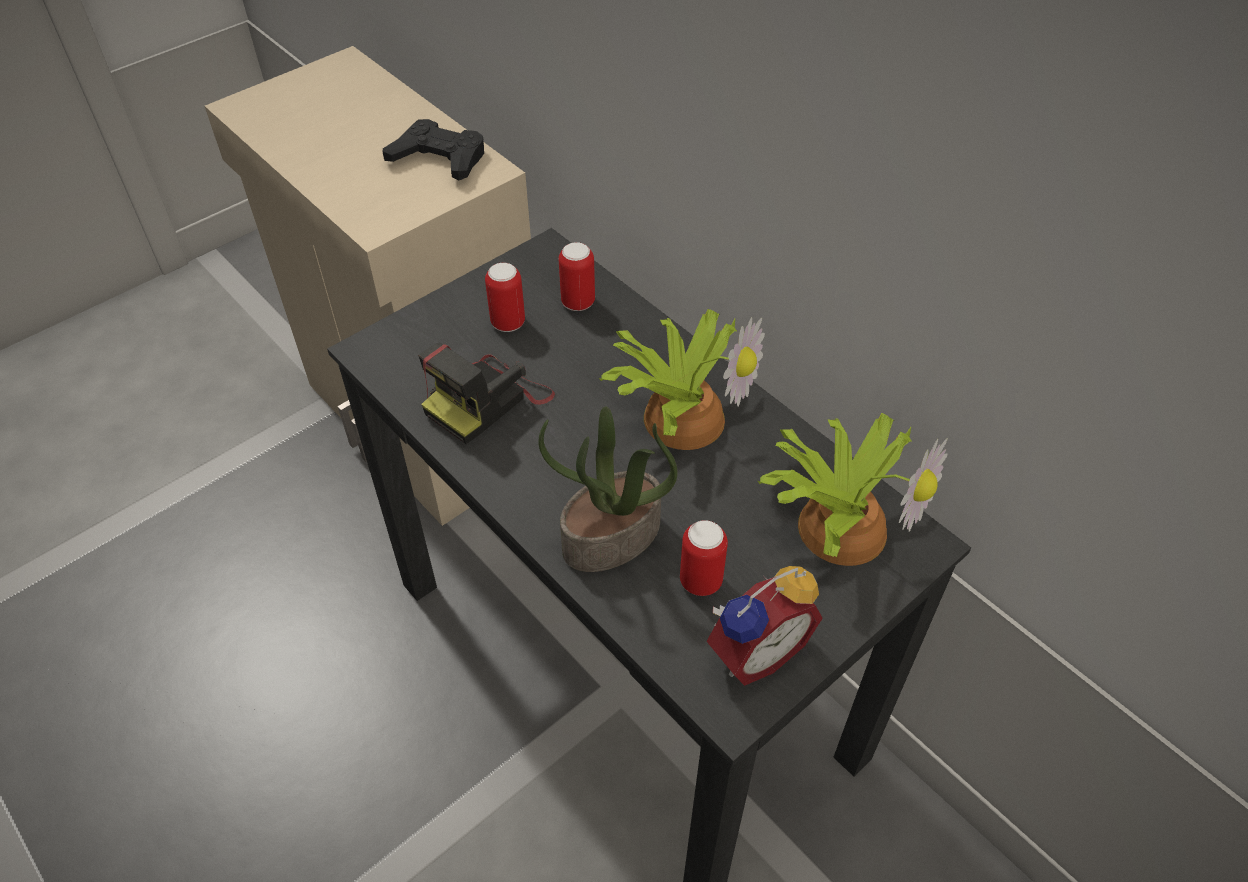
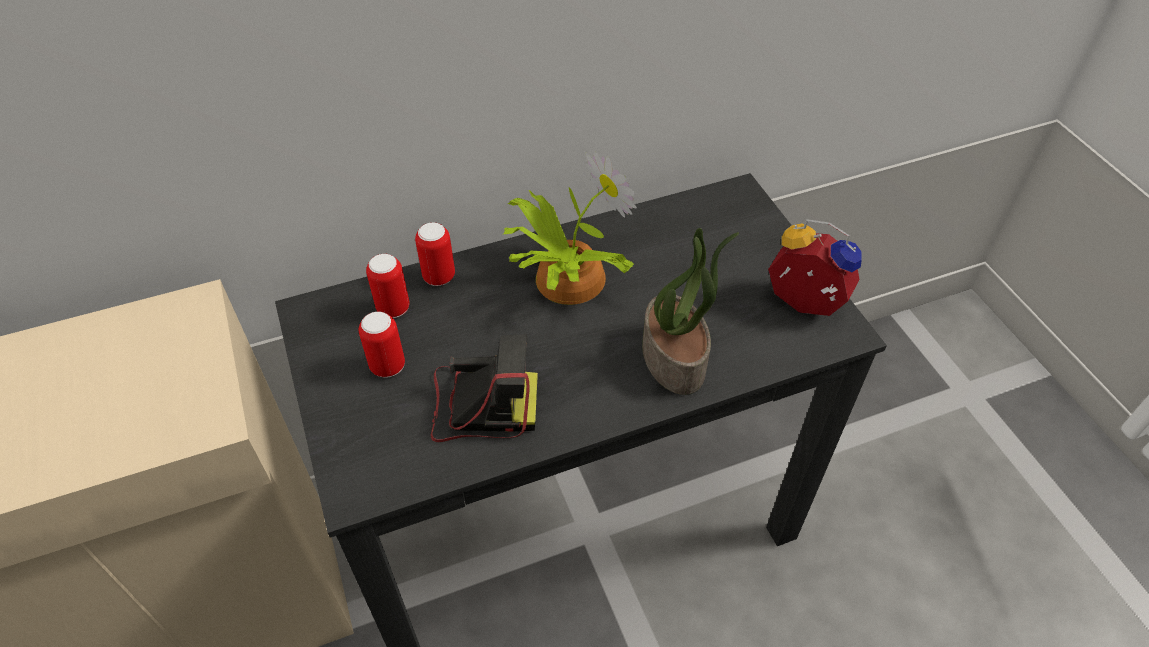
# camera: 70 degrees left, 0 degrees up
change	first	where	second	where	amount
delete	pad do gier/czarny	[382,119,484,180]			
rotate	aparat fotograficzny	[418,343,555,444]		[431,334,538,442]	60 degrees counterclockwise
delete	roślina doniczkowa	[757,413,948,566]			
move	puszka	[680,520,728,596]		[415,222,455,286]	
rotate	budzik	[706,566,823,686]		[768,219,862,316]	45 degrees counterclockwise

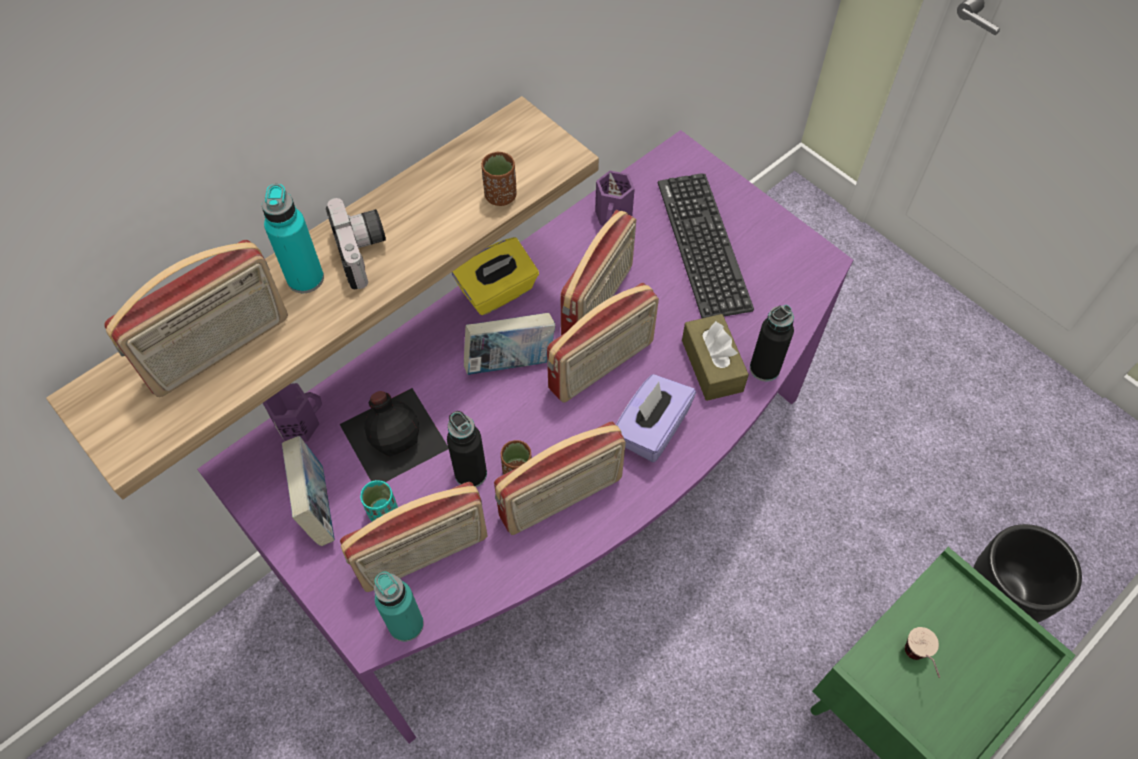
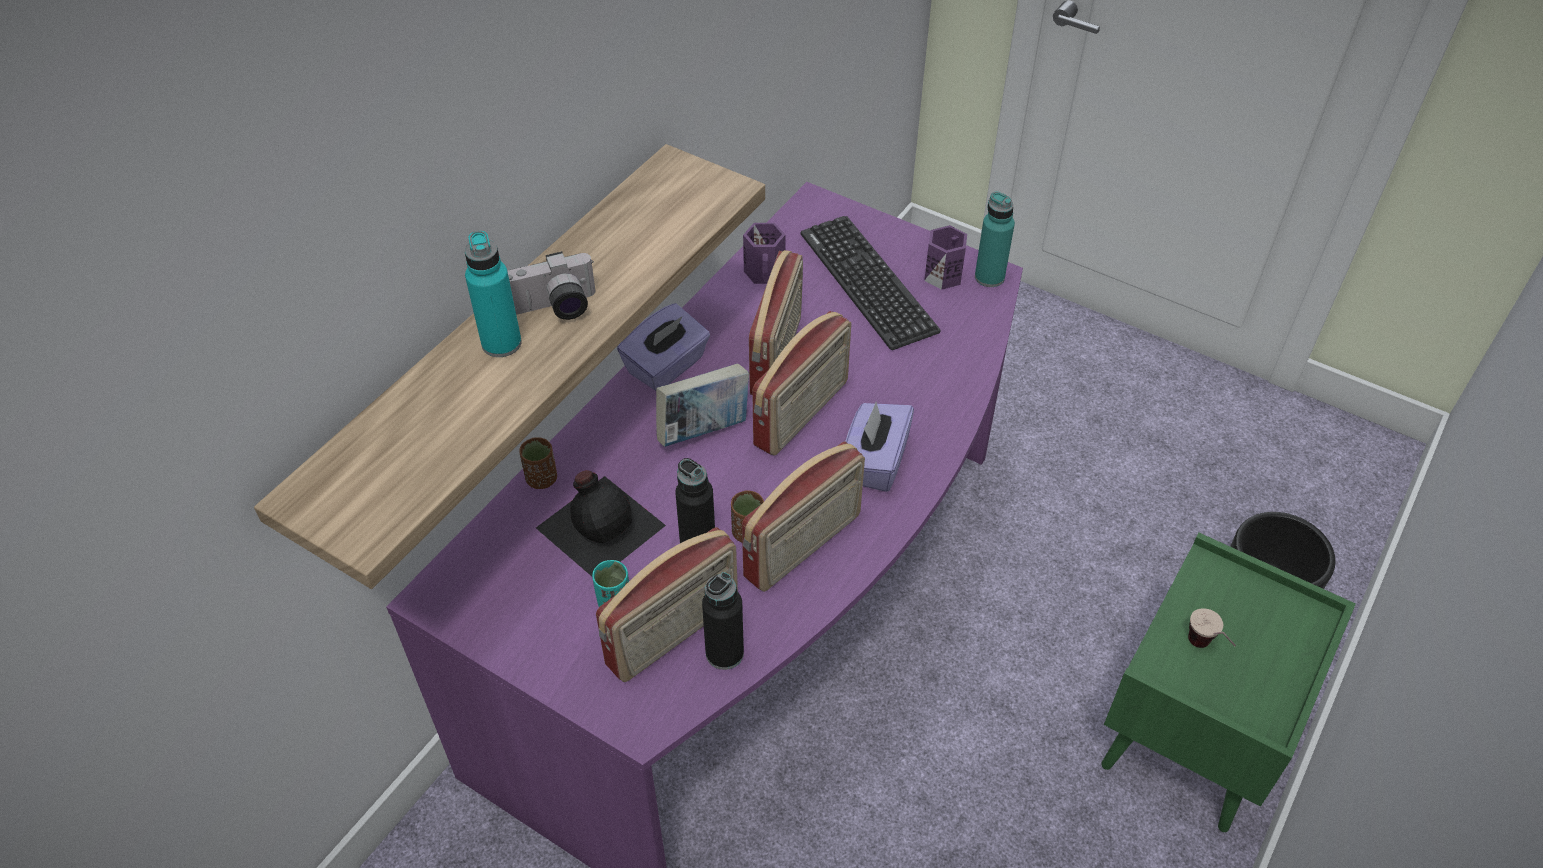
# camera: 15 degrees left, 10 degrees down
change	first	where	second	where	amount
move	filiżanka/brązowy	[481,152,517,206]		[519,437,557,489]	
rotate	aparat fotograficzny	[326,198,386,289]		[507,251,596,320]	105 degrees clockwise
recolor	pudełko chusteczek/żółty	[452,237,539,315]	pudełko chusteczek/fioletowy	[617,303,710,391]	
delete	radio	[104,240,288,397]			
move	butelka/czarny	[750,305,794,382]		[702,572,744,670]	
delete	pudełko chusteczek/brązowy	[682,314,749,401]			
move	kubek/fioletowy	[263,383,322,442]		[924,225,967,290]	
delete	książka	[282,436,335,546]			
move	butelka/turkusowy	[374,571,424,642]		[975,191,1015,287]	

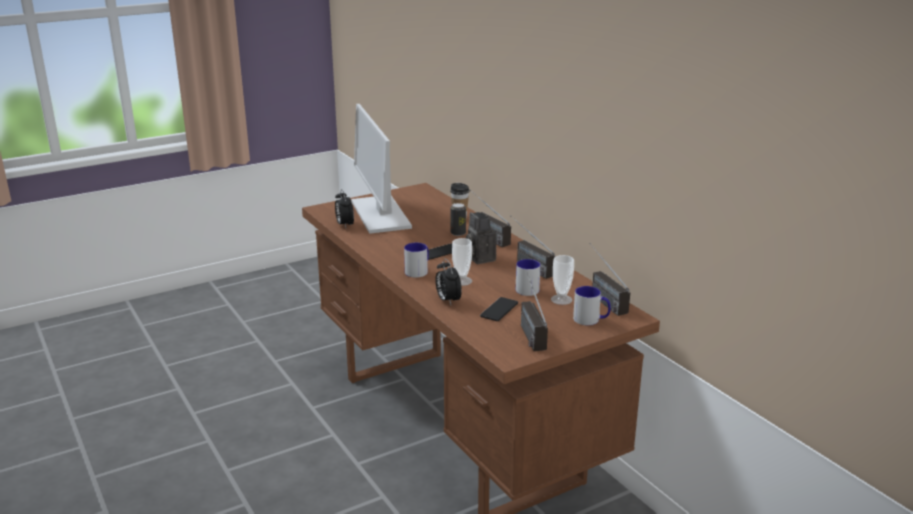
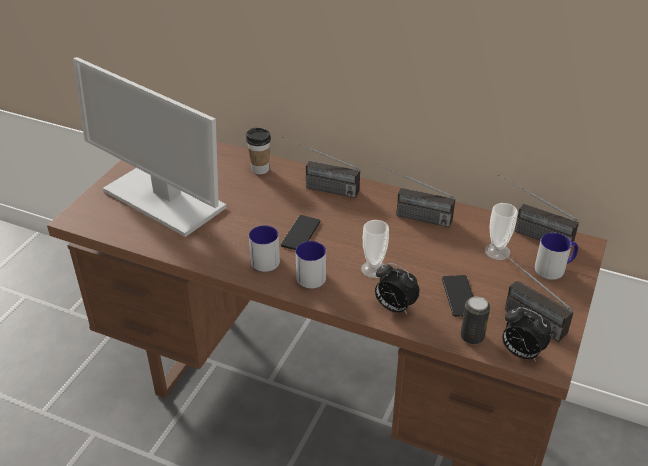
# camera: 35 degrees left, 15 degrees up
change	first	where	second	where	amount
move	budzik	[335,189,354,228]		[502,307,551,361]	
move	puszka	[451,203,466,236]		[461,296,490,344]	
delete	aparat fotograficzny	[466,212,497,264]			
move	kubek	[516,259,540,296]		[249,225,280,272]	

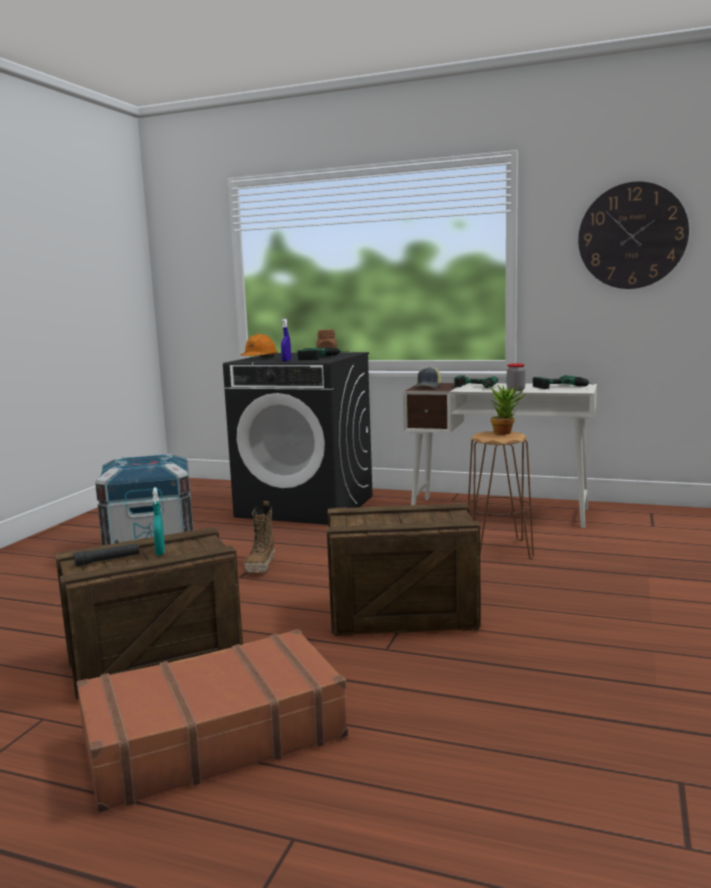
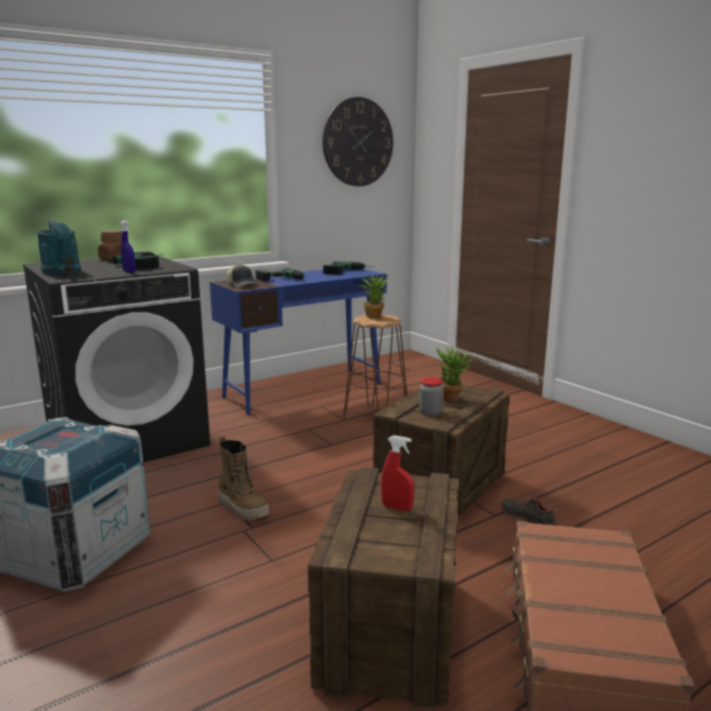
# camera: 55 degrees left, 5 degrees up
change	first	where	second	where	amount
replace	kask/pomarańczowy	[241,334,278,357]	konewka/turkusowy	[36,219,81,274]	
move	słoik	[507,363,525,391]		[419,377,444,416]	
recolor	biurko/biały	[403,383,597,528]	biurko/niebieski	[210,269,387,415]	
recolor	spryskiwacz/turkusowy	[152,487,165,555]	spryskiwacz/czerwony	[381,435,414,511]	
delete	latarka/czarny	[74,543,140,566]			
insert			roślina doniczkowa	[436,345,477,402]	
insert			but/czarny	[501,492,557,525]	

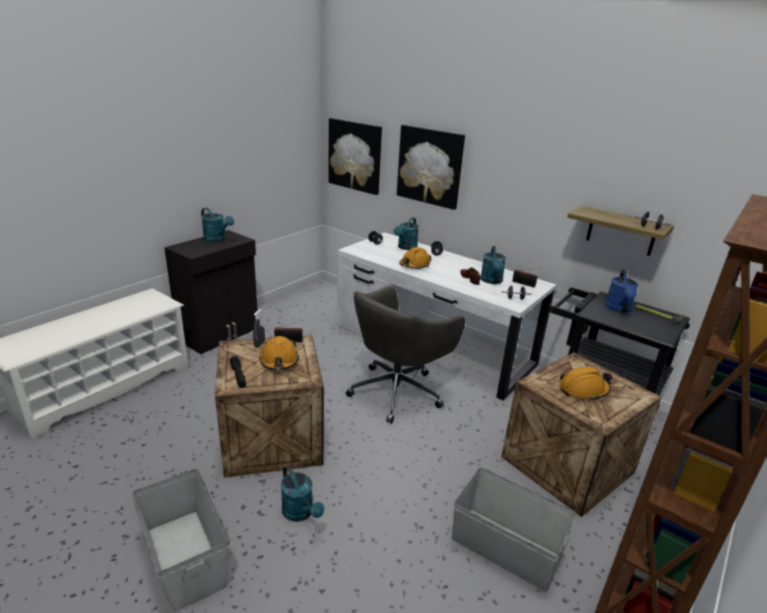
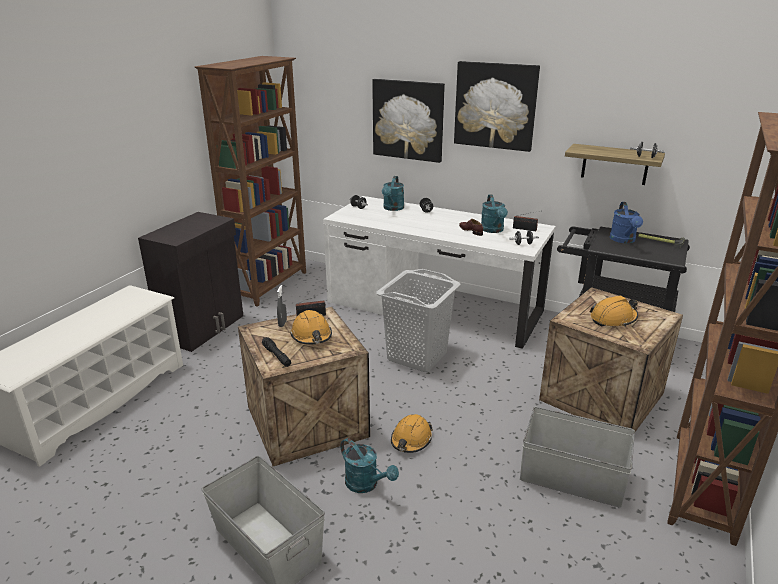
# camera: 10 degrees left, 0 degrees up
change	first	where	second	where	amount
move	obraz	[328,118,382,195]		[454,61,540,152]	
delete	konewka/turkusowy	[201,208,234,243]			
move	kask/pomarańczowy	[399,247,432,269]		[391,414,433,453]	
replace	krzesło biurowe/szary	[346,286,465,424]	kosz na pranie/szary	[376,269,460,372]	
insert			regał/brązowy	[195,56,306,307]	

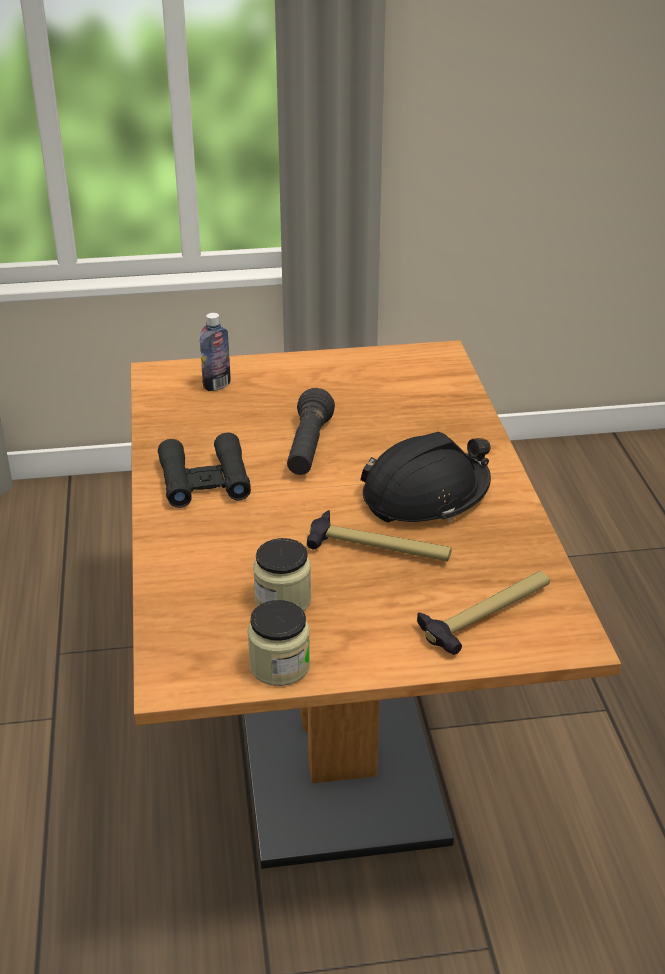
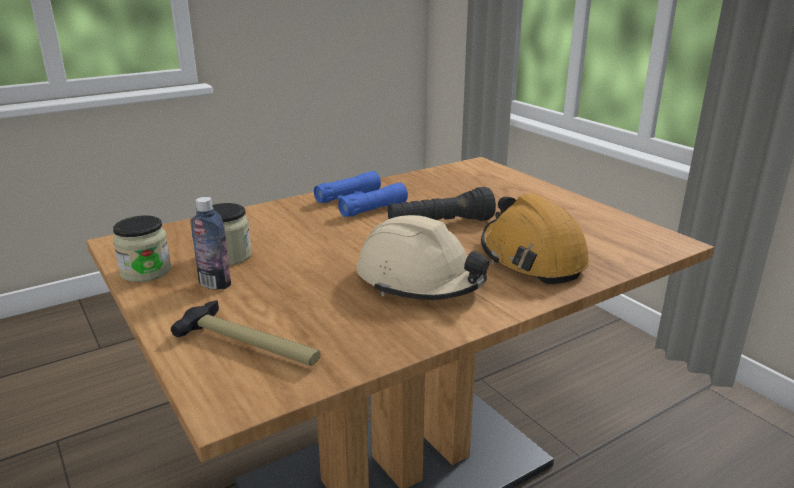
# camera: 65 degrees right, 10 degrees down
change	first	where	second	where	amount
move	butelka	[200,313,231,391]		[190,197,231,289]	
recolor	kask/czarny	[360,432,491,522]	kask/beżowy	[357,215,489,300]	
recolor	lornetka/czarny	[158,433,251,508]	lornetka/niebieski	[314,171,408,217]	
delete	młotek	[307,510,452,561]			
insert			kask/pomarańczowy	[481,193,589,284]	

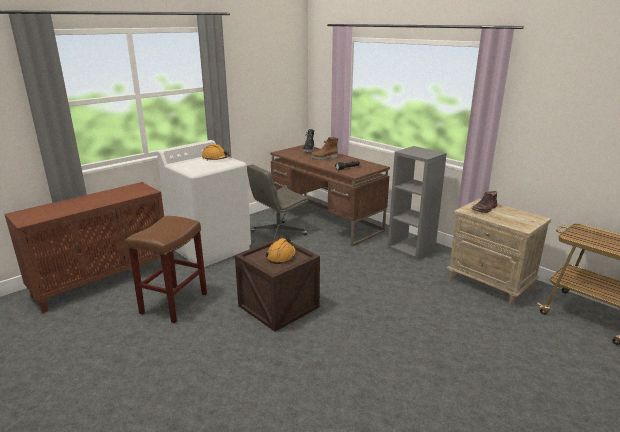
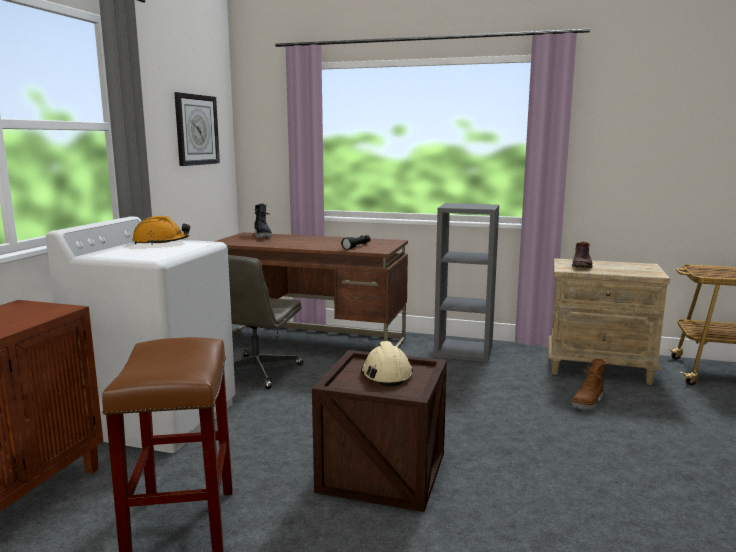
# camera: 30 degrees left, 10 degrees down
change	first	where	second	where	amount
move	but z cholewką/brązowy	[310,137,338,160]		[572,359,605,410]	
recolor	kask/pomarańczowy	[265,238,296,264]	kask/beżowy	[361,341,413,386]	
insert			zegar ścienny	[174,92,220,166]	

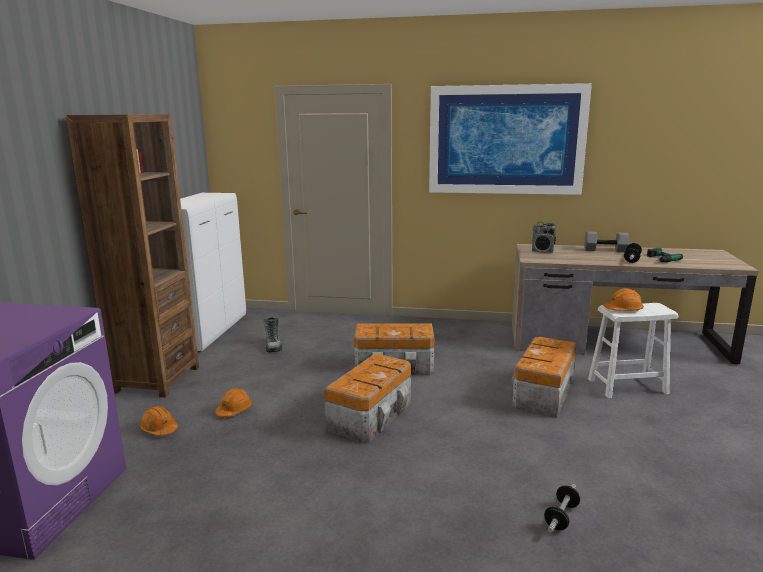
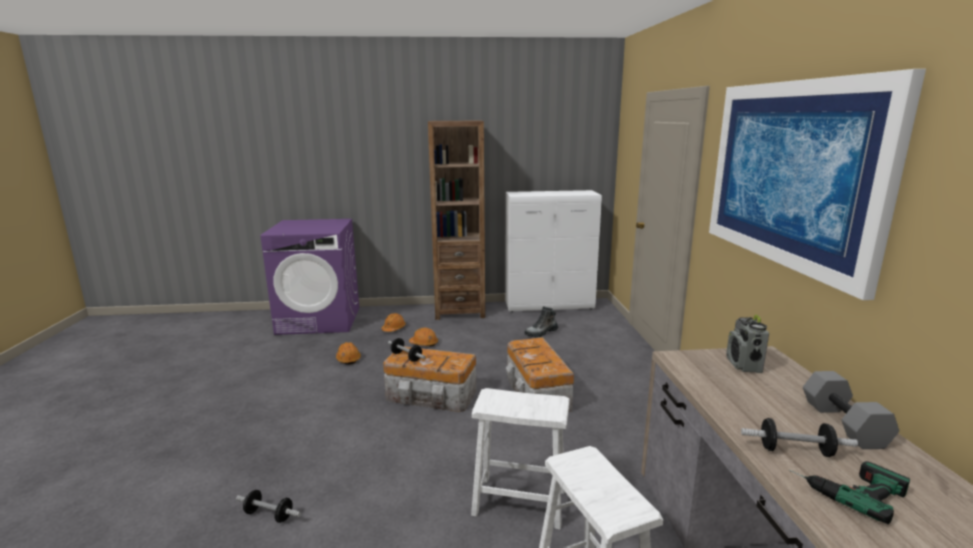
# camera: 75 degrees right, 0 degrees up
change	first	where	second	where	amount
move	kask/pomarańczowy	[604,289,644,311]		[336,342,361,365]	
replace	pojemnik do przechowywania	[511,337,577,418]	stołek/biały	[471,388,570,529]	
insert			hantel	[388,338,426,362]	

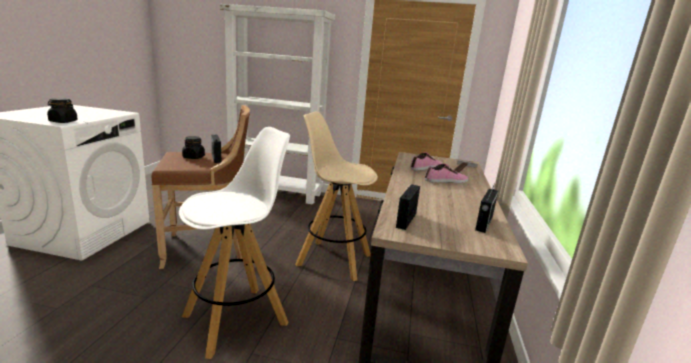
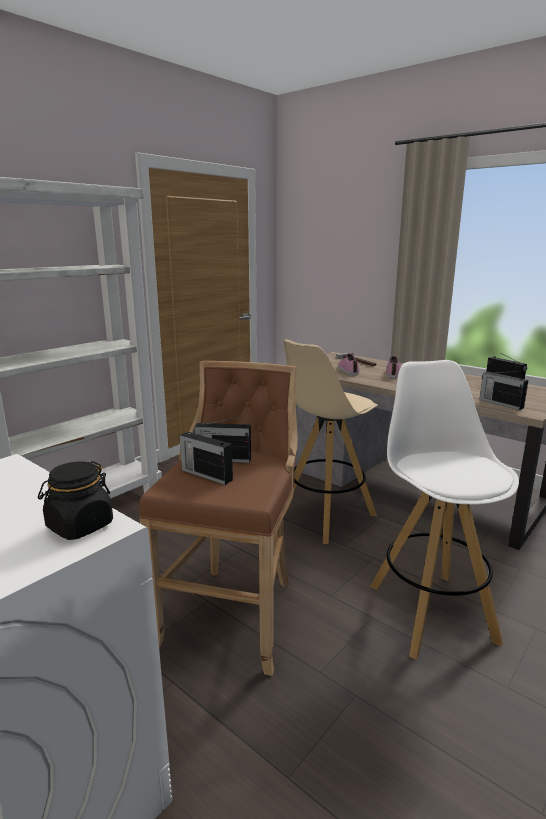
# camera: 60 degrees left, 0 degrees up
change	first	where	second	where	amount
replace	słoik/czarny	[182,136,205,159]	radio	[180,432,233,485]	

